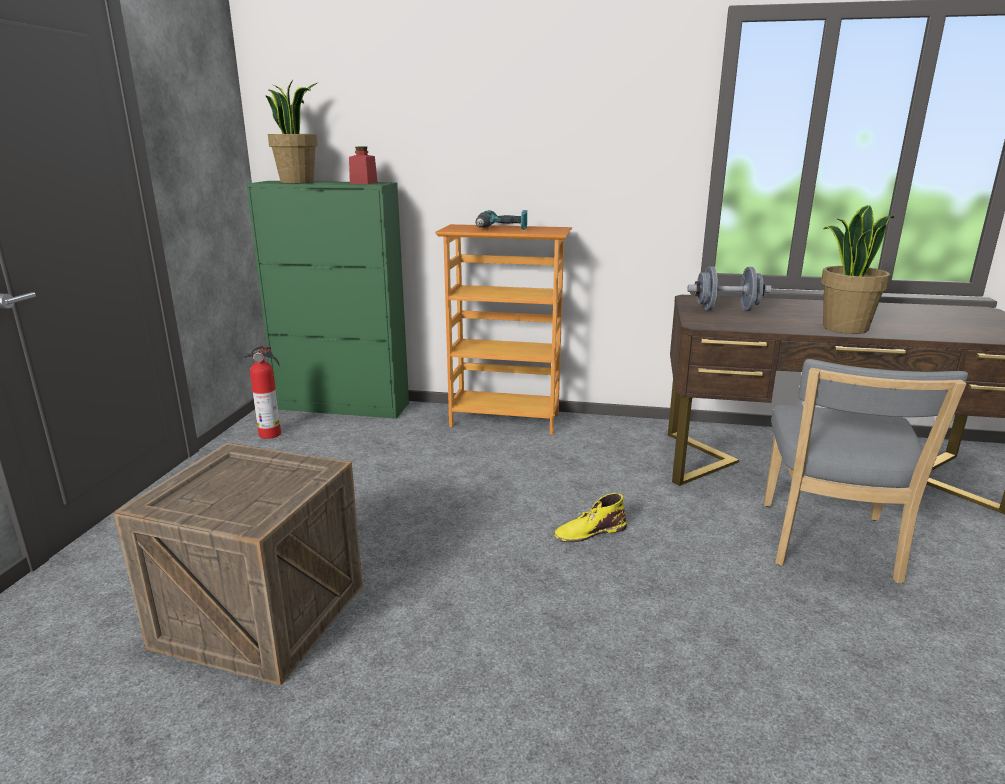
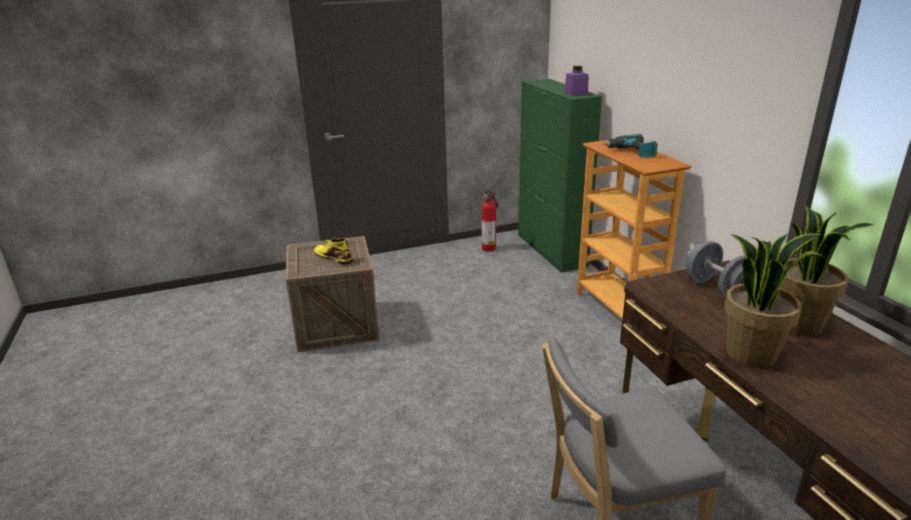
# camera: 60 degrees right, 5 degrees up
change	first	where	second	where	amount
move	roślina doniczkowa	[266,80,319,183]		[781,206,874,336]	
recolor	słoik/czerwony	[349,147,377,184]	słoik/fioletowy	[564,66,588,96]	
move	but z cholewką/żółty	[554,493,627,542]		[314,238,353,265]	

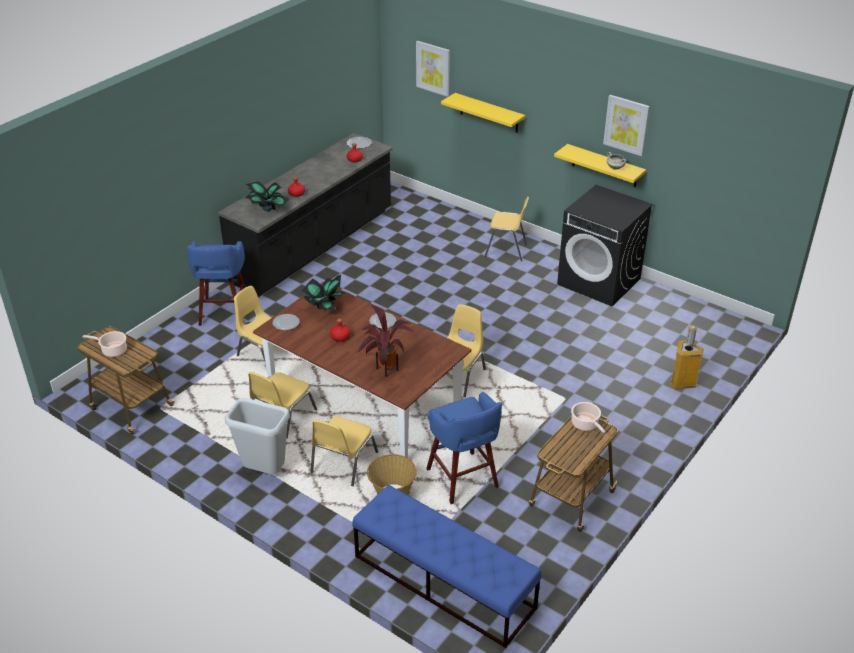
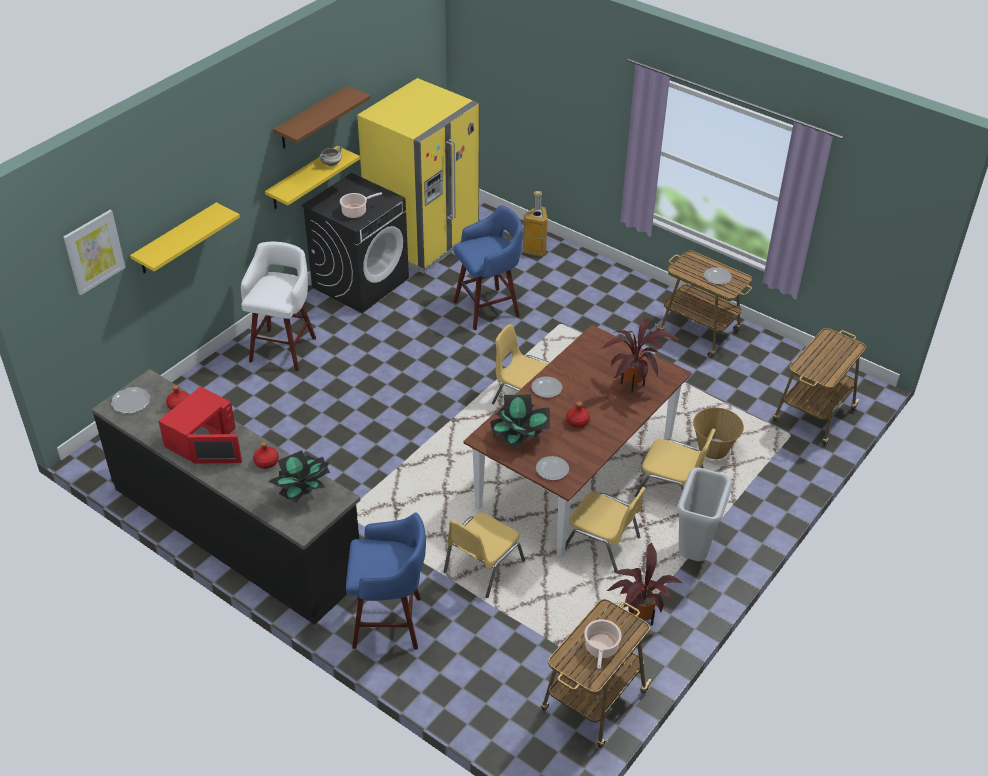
# camera: 90 degrees left, 5 degrees up
change	first	where	second	where	amount
replace	obraz	[603,95,650,156]	półka/brązowy	[273,86,370,148]	
replace	krzesło/żółty	[485,197,529,261]	stołek/biały	[241,242,316,371]	
move	stołek/niebieski	[426,392,502,504]		[453,205,523,330]	
move	garnek	[571,402,605,433]		[340,192,382,218]	
replace	ławka/niebieski	[352,485,542,648]	wózek	[773,328,866,446]	
insert			lodówka/żółty	[357,78,480,274]	
insert			talerz	[704,267,732,285]	
insert			mikrofalówka/czerwony	[158,386,242,464]	
insert			roślina doniczkowa	[606,543,682,625]	

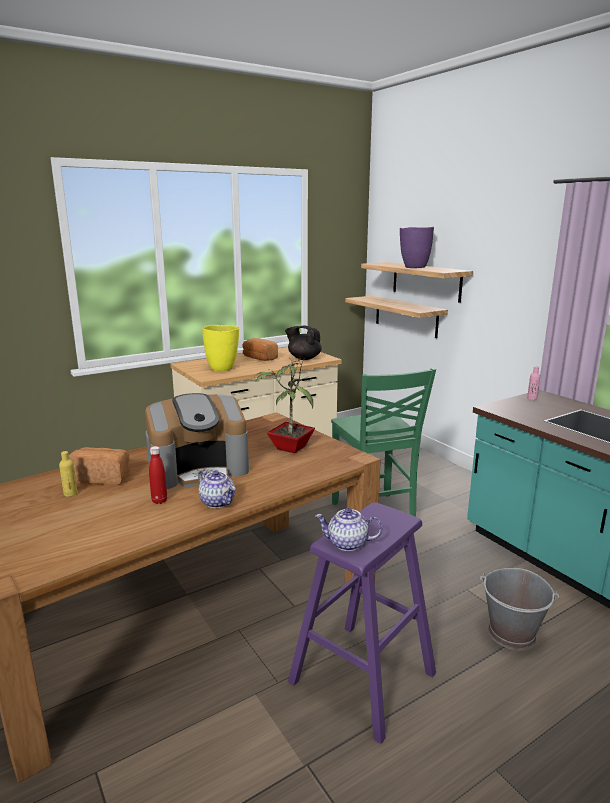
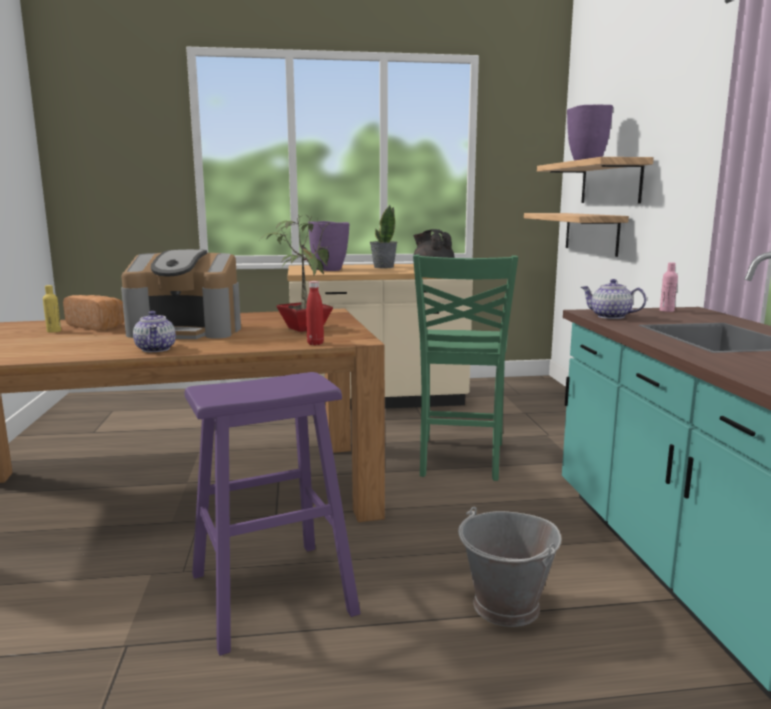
# camera: 25 degrees right, 5 degrees down
change	first	where	second	where	amount
recolor	wazon/żółty	[202,325,239,371]	wazon/fioletowy	[308,221,349,271]	
replace	chleb	[242,338,278,361]	roślina doniczkowa	[370,205,398,268]	
move	butelka/czerwony	[149,446,167,504]		[306,281,324,345]	
move	imbryk	[315,508,382,551]		[581,279,646,319]	

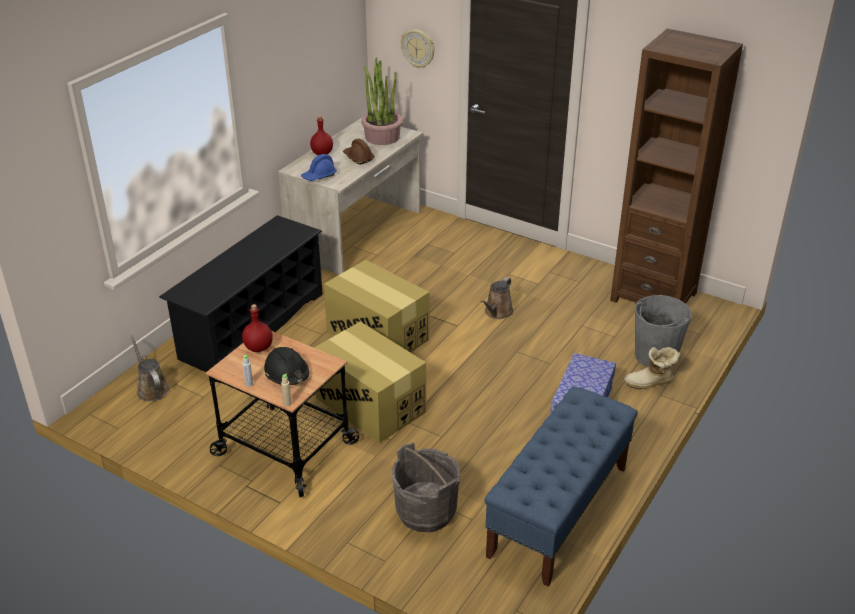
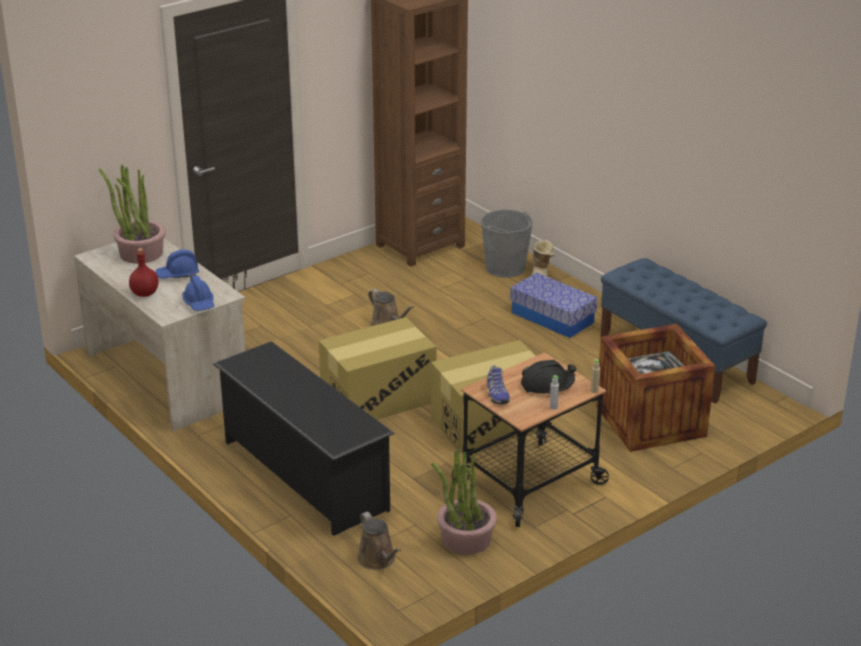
# camera: 70 degrees left, 5 degrees down
change	first	where	second	where	amount
delete	zegar ścienny	[401,29,435,68]			
recolor	kask/brązowy	[343,139,375,165]	kask/niebieski	[155,250,199,279]	
replace	butelka/czerwony	[242,304,273,352]	but	[487,365,510,405]	
rotate	konewka/brązowy	[131,335,169,401]		[357,512,401,570]	105 degrees counterclockwise
replace	wiadro/szary	[392,442,460,532]	skrzynka	[596,324,715,452]	
insert			roślina doniczkowa	[431,449,497,555]	

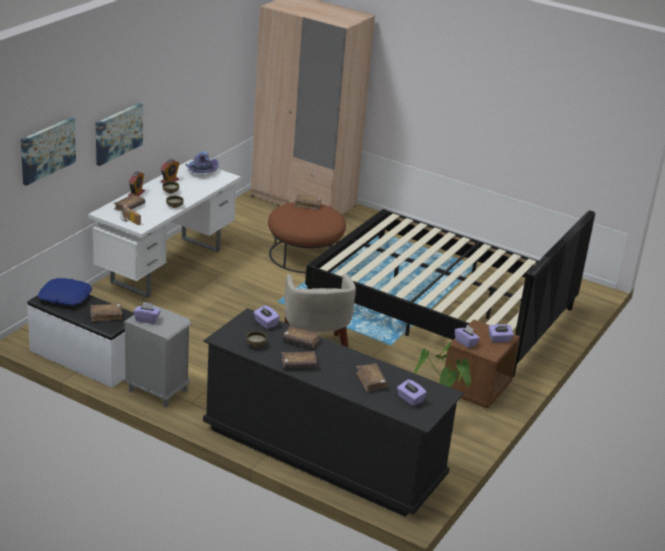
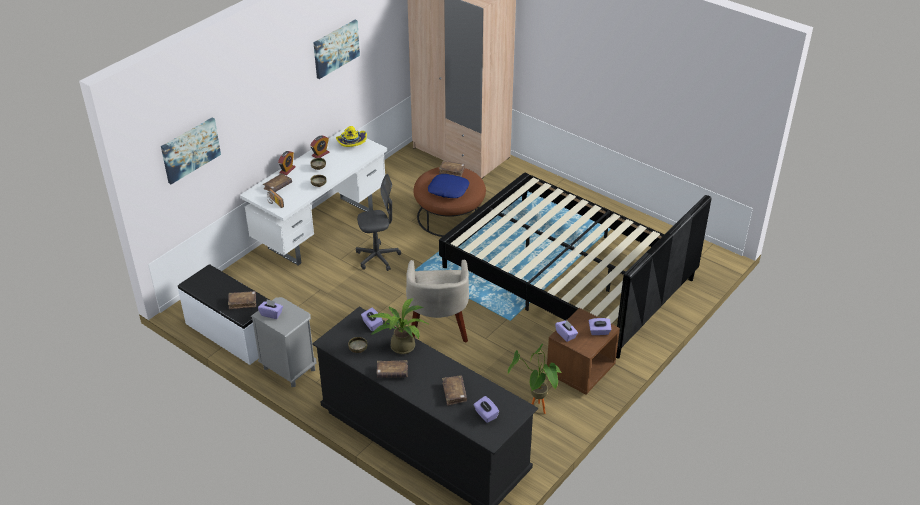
# camera: 10 degrees right, 10 degrees up
change	first	where	second	where	amount
move	obraz	[96,103,143,166]		[313,20,360,79]	
recolor	kapelusz/fioletowy	[185,151,219,173]	kapelusz/żółty	[336,126,367,147]	
move	poduszka/niebieski	[38,278,92,305]		[428,174,469,198]	
replace	książka/brązowy	[283,326,320,348]	roślina doniczkowa	[369,298,430,354]	
insert			krzesło biurowe/szary	[356,174,401,271]	

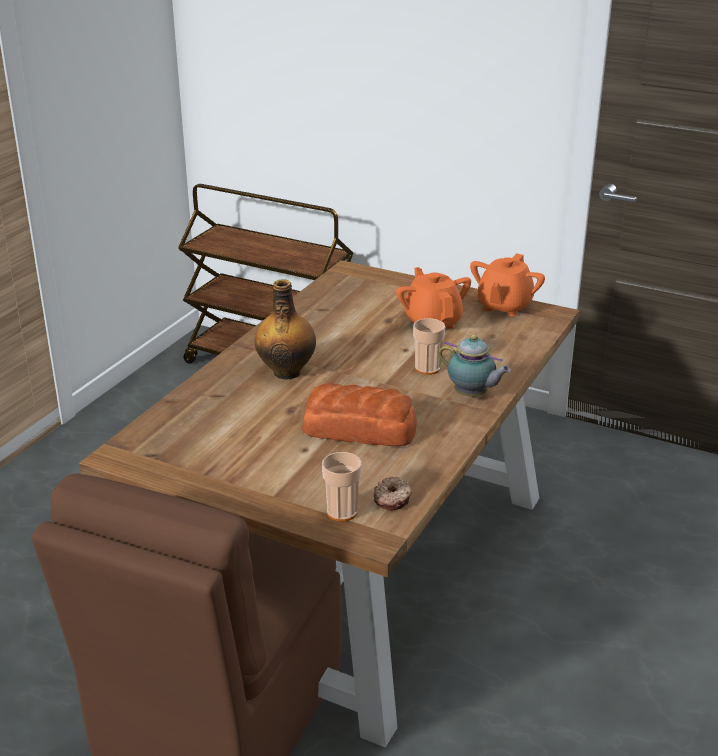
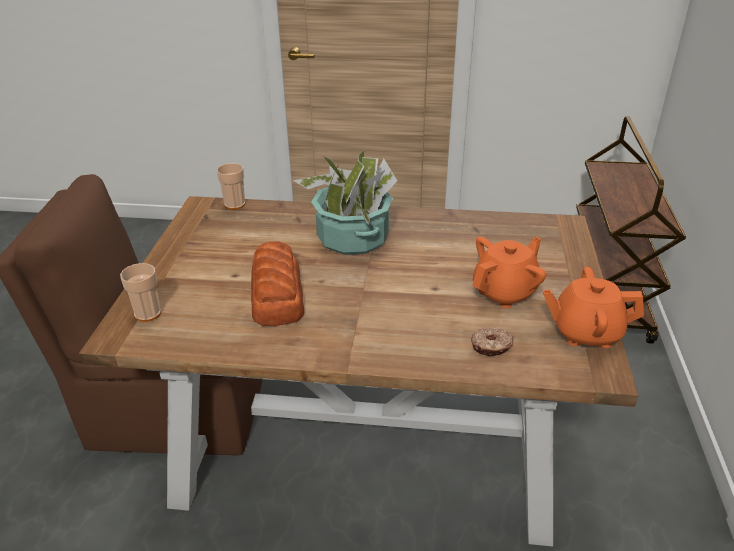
# camera: 70 degrees right, 5 degrees up
change	first	where	second	where	amount
replace	butelka	[255,279,316,380]	roślina doniczkowa	[293,150,397,255]	
move	filiżanka	[413,318,445,375]		[217,163,245,210]	
delete	imbryk	[439,334,511,397]			
move	donut	[373,477,412,511]		[471,328,513,356]	

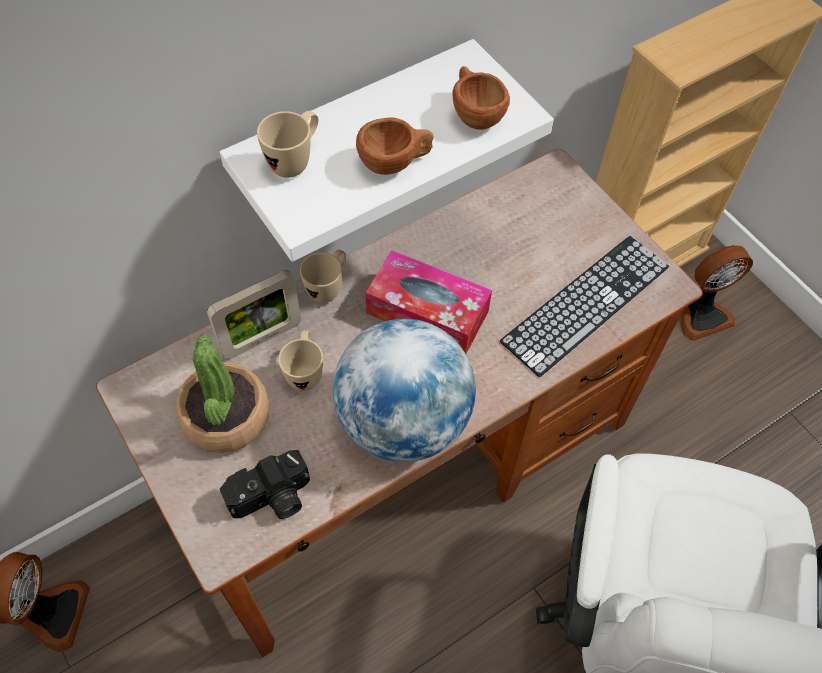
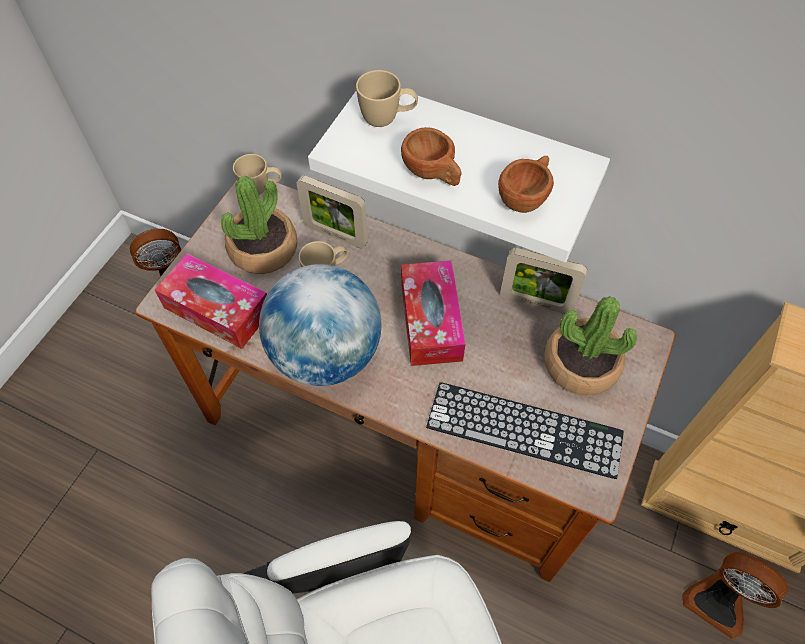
# camera: 60 degrees right, 0 degrees up
change	first	where	second	where	amount
move	kubek/beżowy	[300,249,346,303]		[233,154,282,195]	
replace	aparat fotograficzny	[220,450,310,519]	pudełko chusteczek	[155,253,267,349]	
insert			ramka na zdjęcie	[500,248,587,314]	
insert			roślina doniczkowa	[544,296,637,396]	

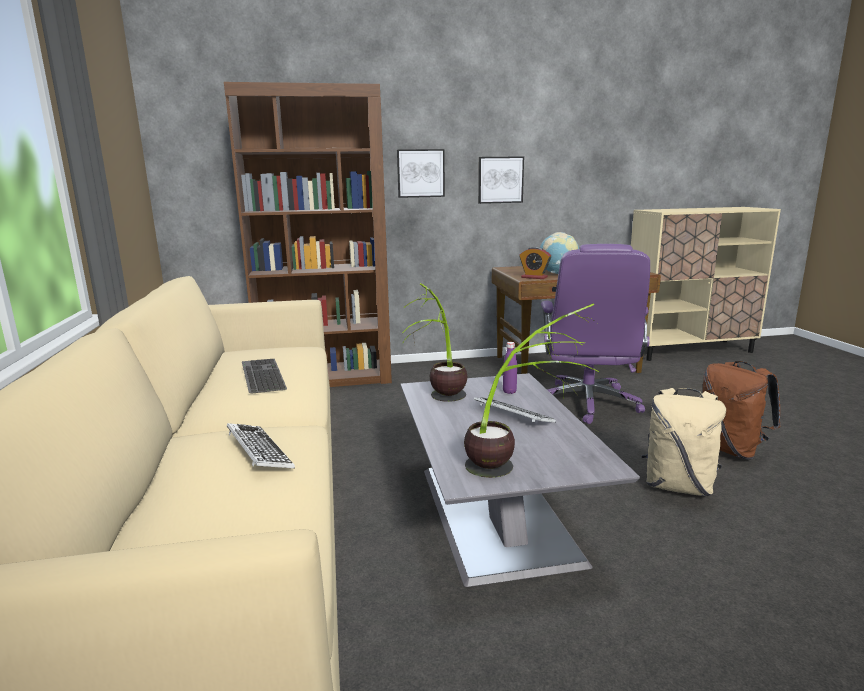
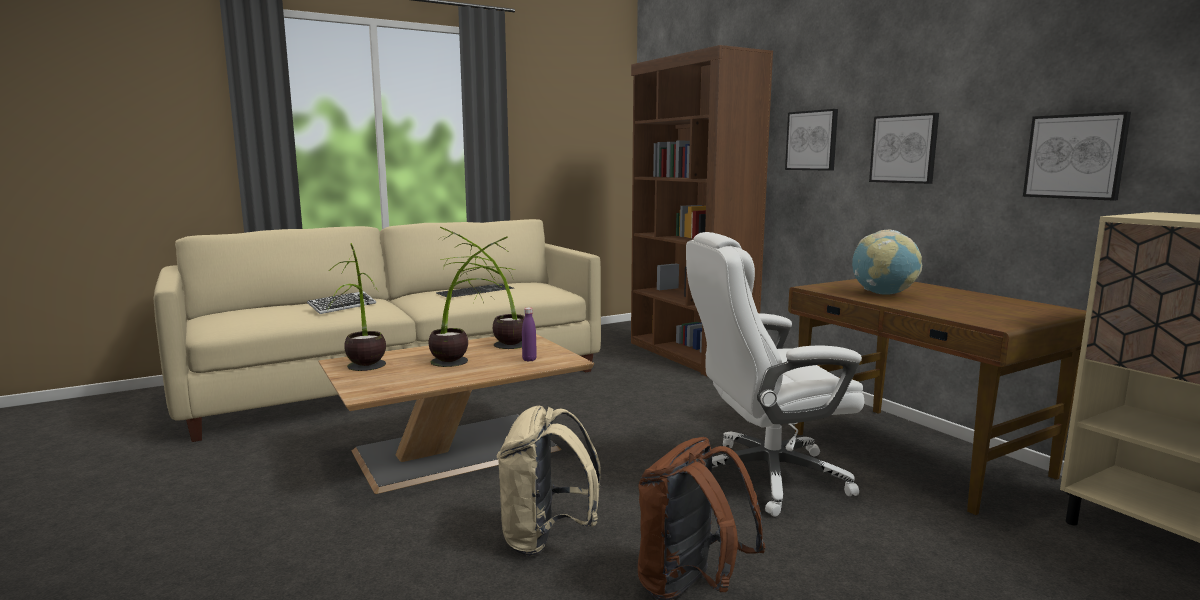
# camera: 70 degrees right, 5 degrees down
change	first	where	second	where	amount
recolor	krzesło biurowe/fioletowy	[541,244,650,424]	krzesło biurowe/biały	[686,232,864,517]	
delete	budzik	[519,247,551,279]			
recolor	ława/szary	[400,373,640,587]	ława/brązowy	[318,334,594,494]	
replace	klawiatura	[474,397,556,423]	roślina doniczkowa	[429,236,515,367]	
insert			obraz	[1023,112,1131,201]	

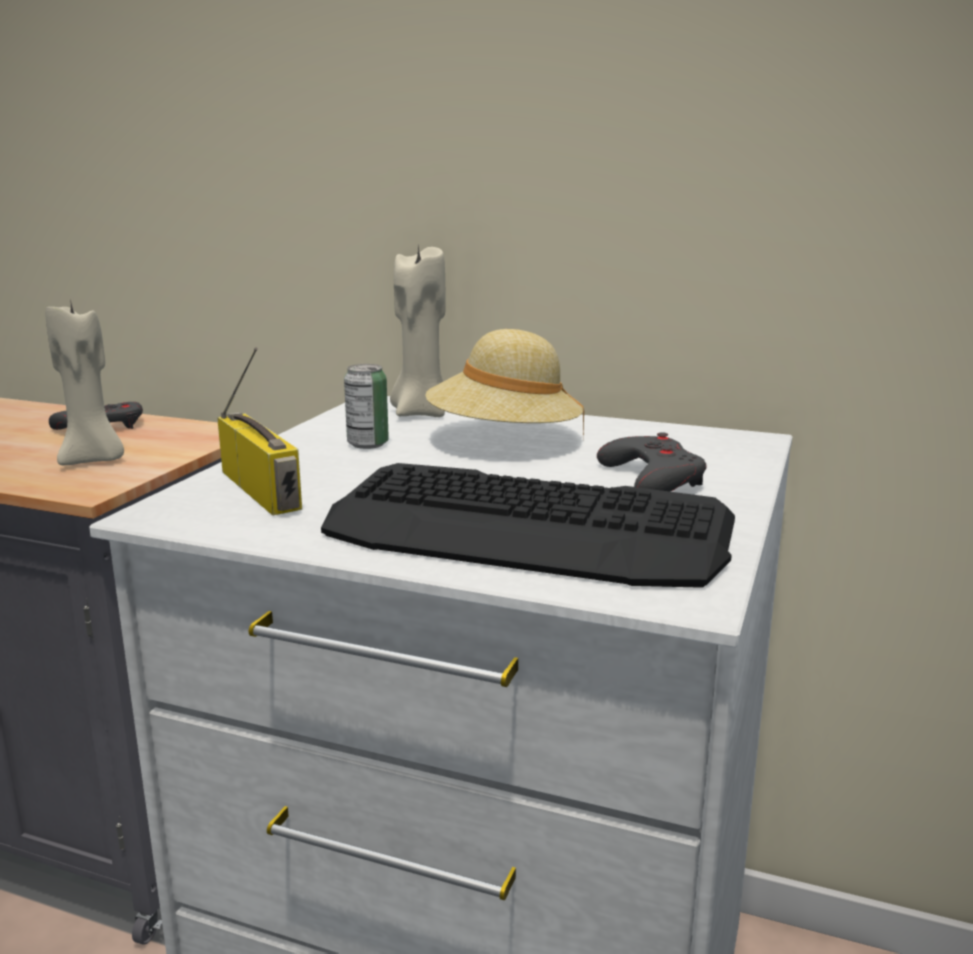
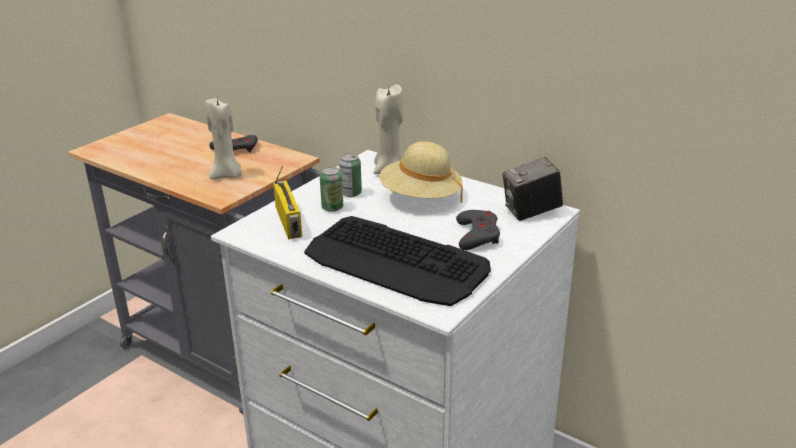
# camera: 15 degrees right, 10 degrees up
change	first	where	second	where	amount
insert			aparat fotograficzny	[503,157,563,221]	
insert			puszka	[320,167,343,212]	

